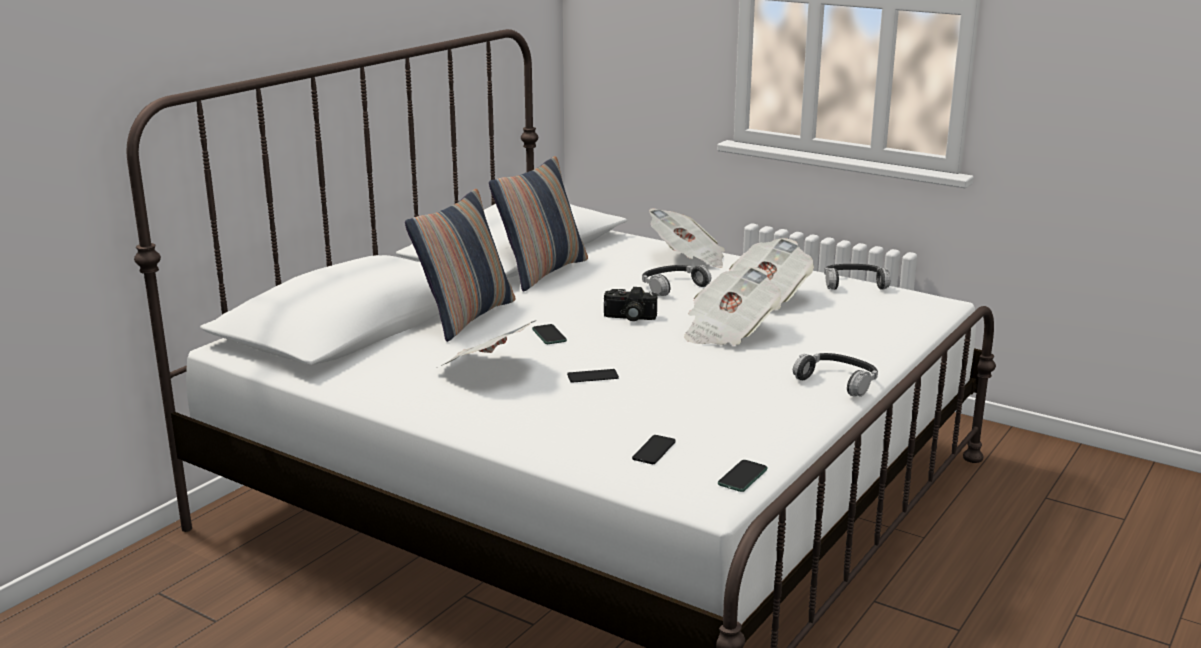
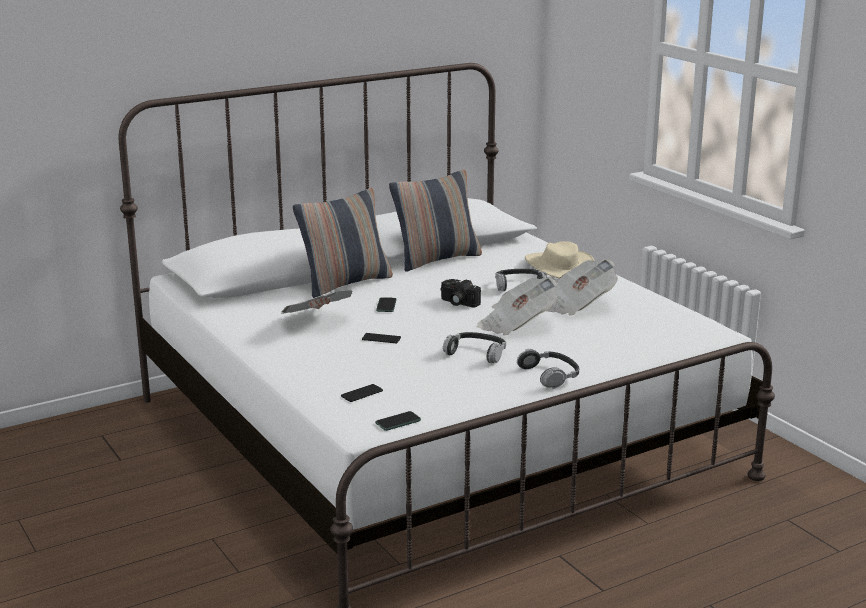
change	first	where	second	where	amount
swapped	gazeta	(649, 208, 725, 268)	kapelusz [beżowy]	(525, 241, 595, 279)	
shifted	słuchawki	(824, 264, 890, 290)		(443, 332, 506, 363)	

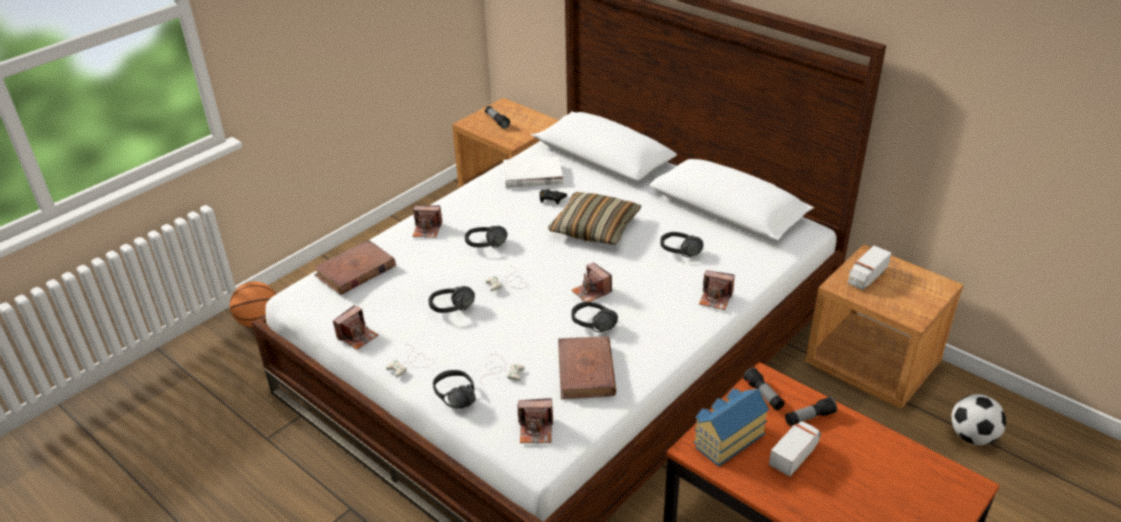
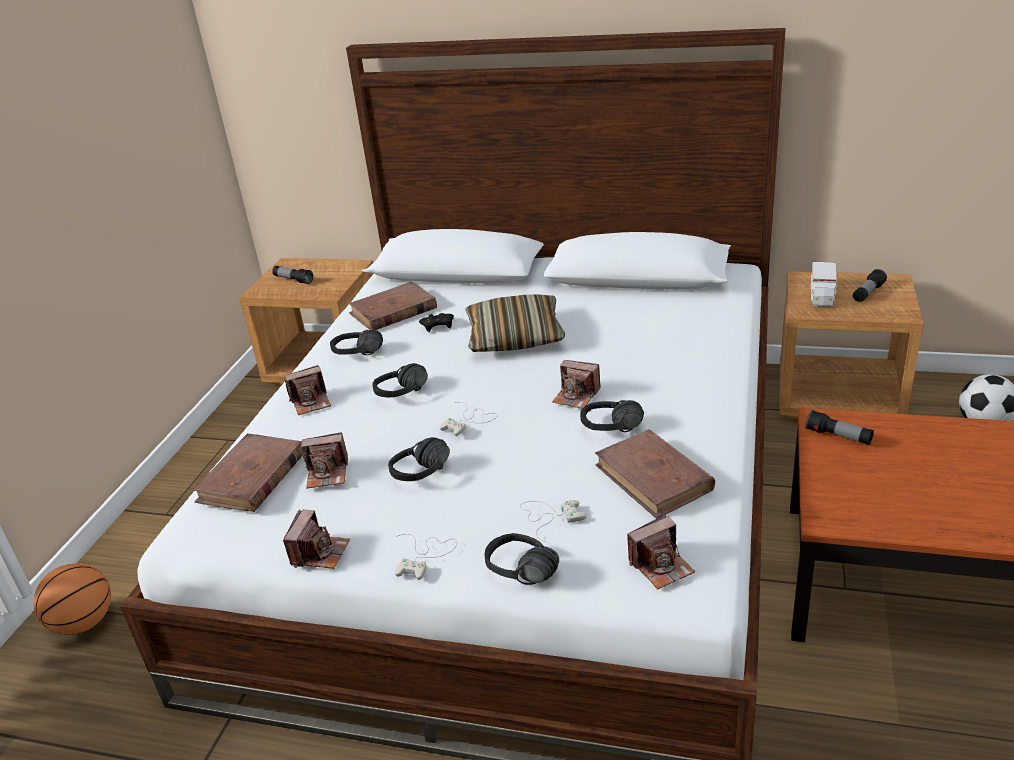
change	first	where	second	where	amount
repainted	książka [biały]	(503, 156, 563, 188)	książka [brązowy]	(349, 282, 437, 330)	
shifted	słuchawki [czarny]	(660, 232, 704, 257)		(330, 330, 383, 355)	
gone	domek	(694, 389, 769, 466)			
shifted	aparat fotograficzny	(699, 270, 735, 310)		(301, 432, 348, 488)	
gone	ciężarówka zabawkowa	(769, 422, 821, 477)			
shifted	latarka	(785, 397, 837, 426)		(853, 269, 887, 302)	

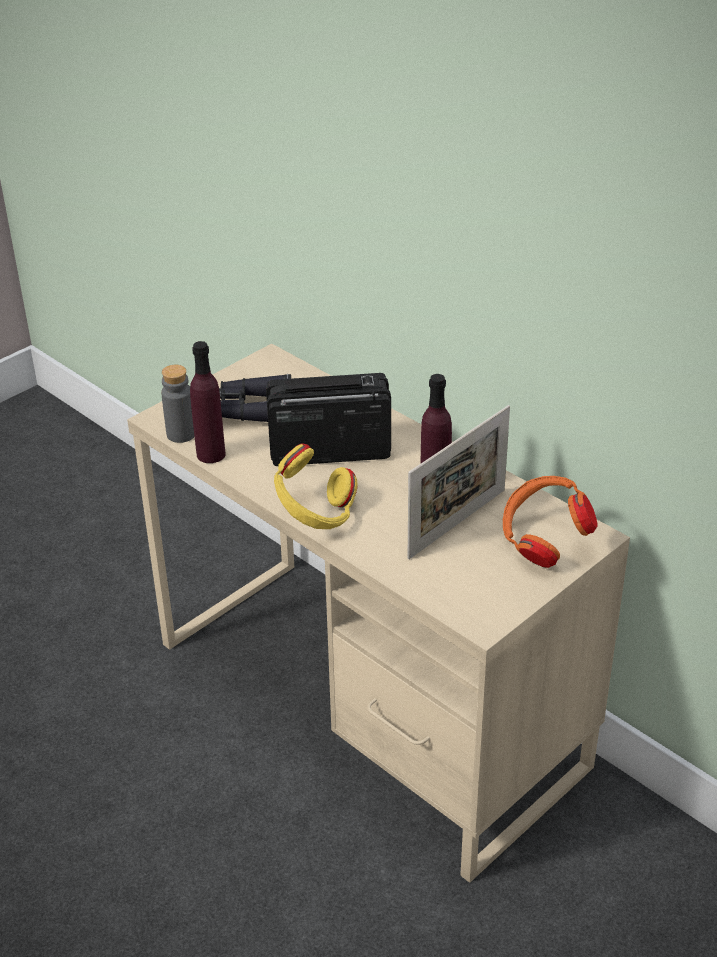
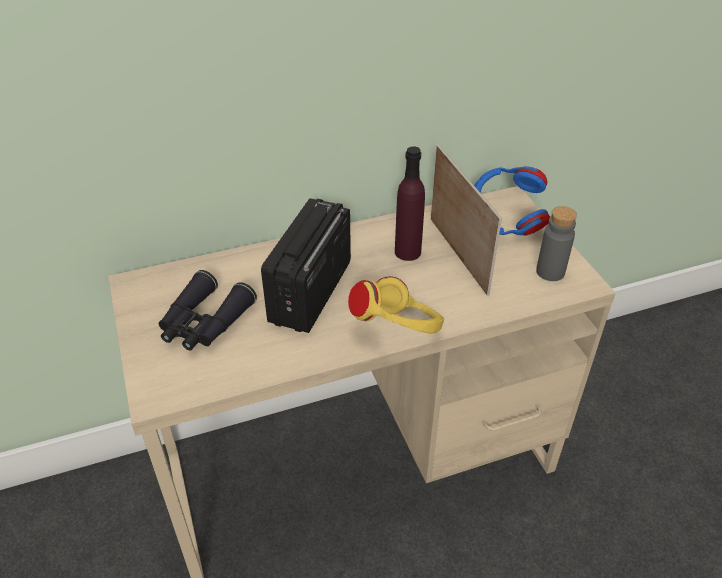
change	first	where	second	where	amount
shifted	butelka [szary]	(161, 365, 194, 443)		(536, 206, 577, 281)	
gone	butelka [fioletowy]	(190, 341, 226, 463)			
repainted	słuchawki [pomarańczowy]	(503, 476, 598, 568)	słuchawki [niebieski]	(474, 166, 550, 236)	

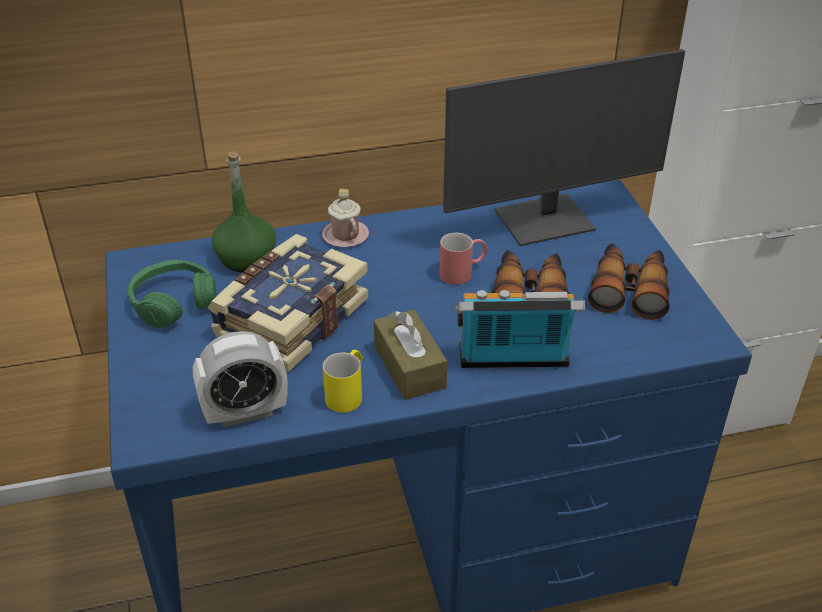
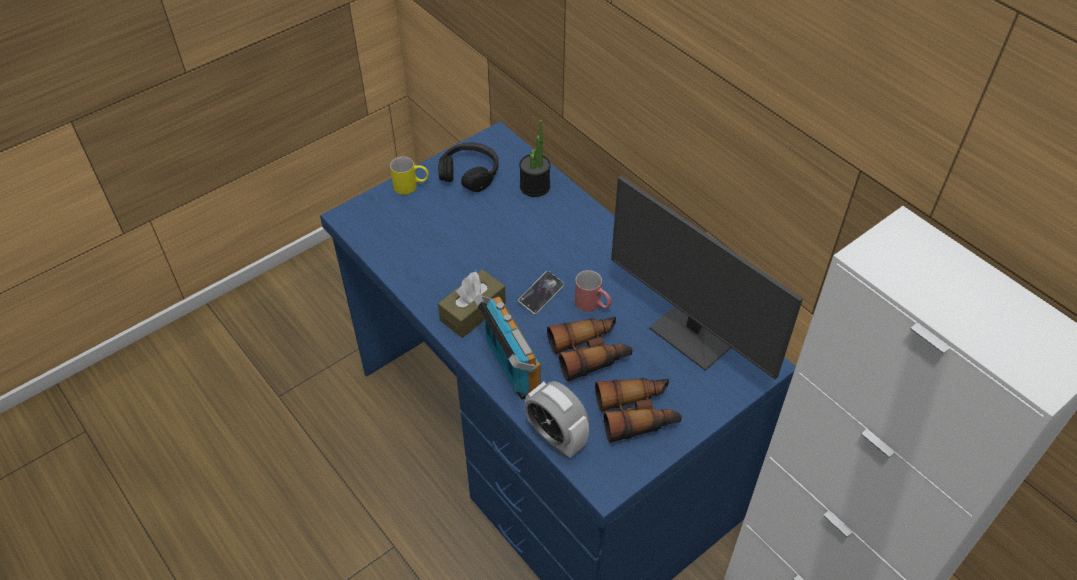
change	first	where	second	where	amount
repainted	słuchawki [zielony]	(128, 260, 217, 328)	słuchawki [czarny]	(438, 142, 499, 192)	
shifted	budzik	(193, 331, 288, 428)		(525, 381, 589, 458)	
gone	książka	(208, 234, 369, 372)			
swapped	butelka [zielony]	(211, 151, 276, 272)	roślina doniczkowa	(519, 120, 551, 197)	
gone	kubek [różowy]	(322, 188, 369, 247)			
shifted	kubek [żółty]	(323, 350, 363, 413)		(390, 156, 428, 195)	
new			telefon	(518, 271, 564, 314)	

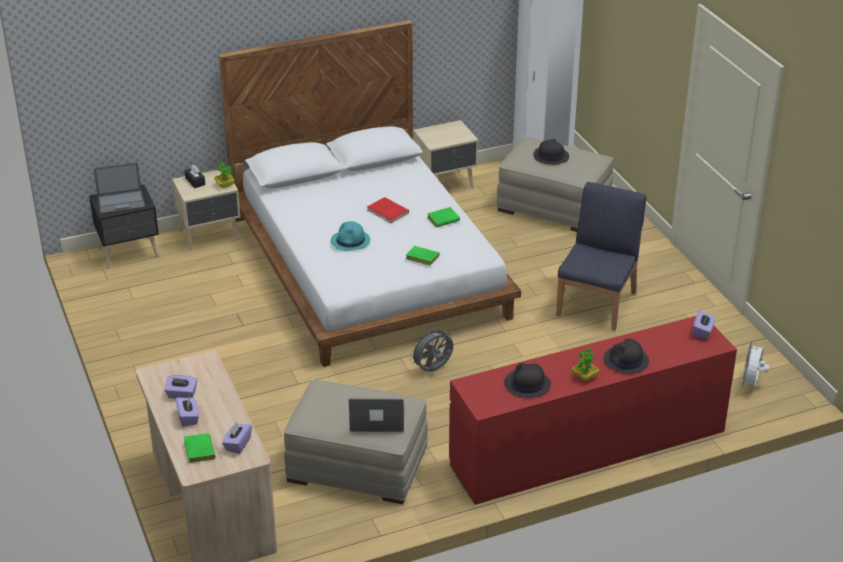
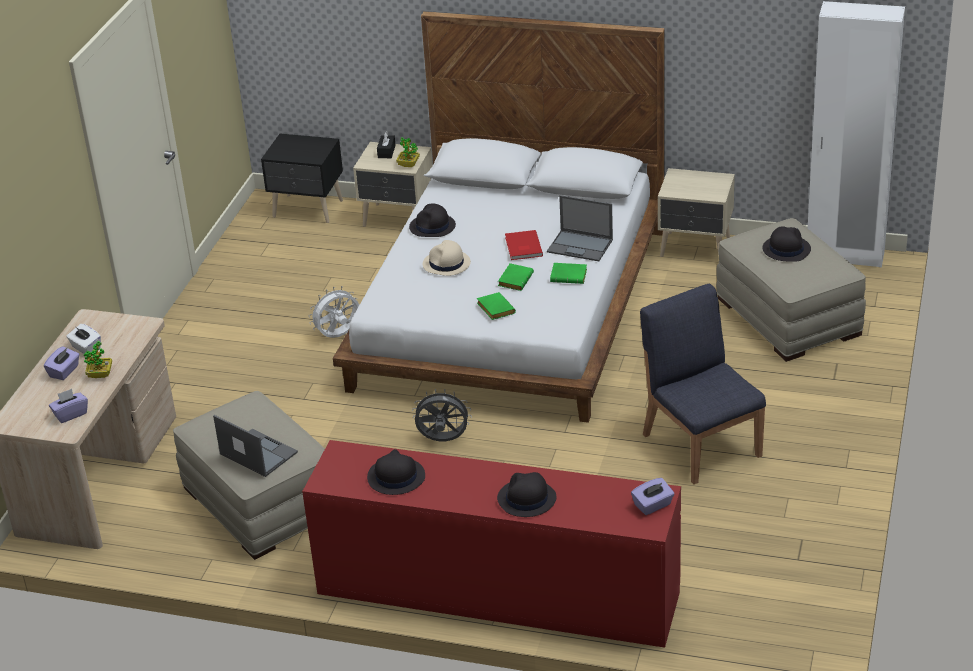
change	first	where	second	where	amount
shifted	laptop	(93, 162, 145, 214)		(547, 195, 613, 261)	
repainted	pudełko chusteczek [fioletowy]	(164, 375, 197, 399)	pudełko chusteczek [biały]	(66, 324, 101, 354)	
shifted	książka [zielony]	(184, 433, 215, 463)		(498, 263, 534, 291)	
repainted	kapelusz [turkusowy]	(331, 221, 370, 251)	kapelusz [beżowy]	(423, 240, 471, 276)	
rotated	krzesło [niebieski]	(556, 182, 646, 331)		(640, 284, 766, 484)	90 degrees counterclockwise
shifted	roślina doniczkowa	(572, 347, 599, 381)		(84, 341, 112, 378)	
shifted	wentylator [biały]	(742, 341, 770, 388)		(309, 286, 359, 338)	
new			kapelusz [czarny]	(409, 204, 456, 237)	

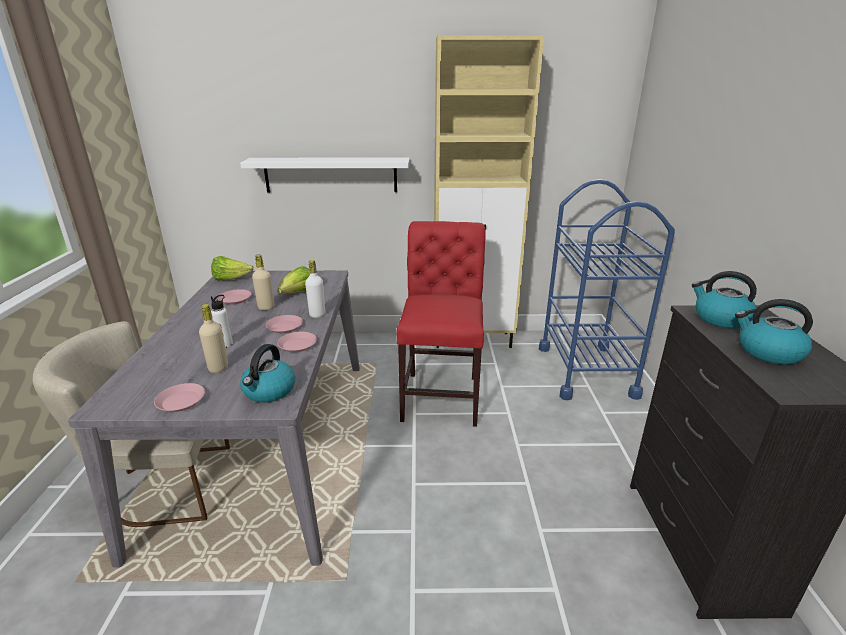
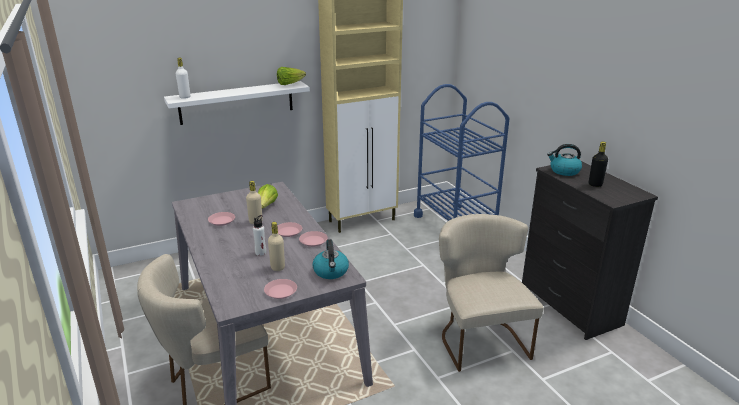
change	first	where	second	where	amount
shifted	sałata	(211, 256, 254, 281)		(277, 67, 306, 85)	
shifted	butelka [biały]	(305, 260, 325, 318)		(176, 58, 190, 99)	
gone	krzesło [czerwony]	(396, 221, 486, 427)			
swapped	czajnik	(735, 299, 813, 365)	butelka [czarny]	(589, 142, 608, 187)	
new			krzesło [beżowy]	(439, 214, 544, 372)	

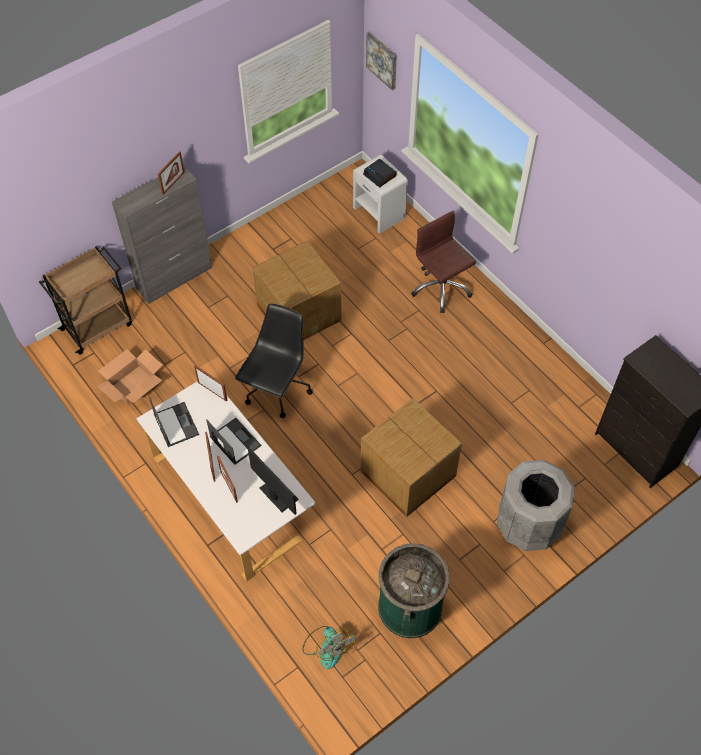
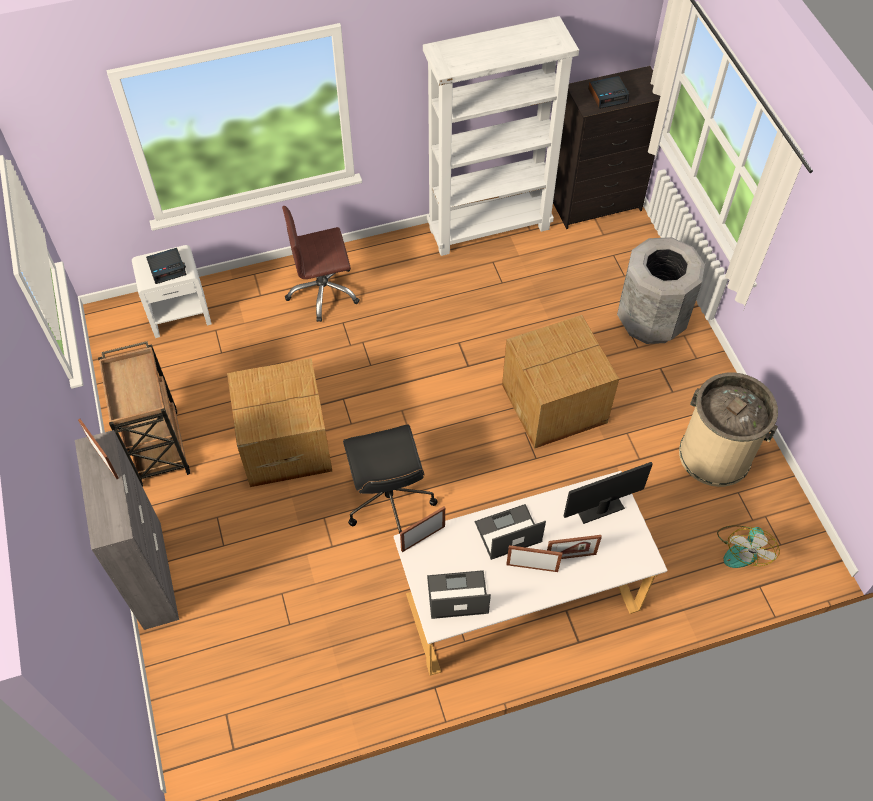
change	first	where	second	where	amount
shifted	wózek [brązowy]	(39, 246, 132, 354)		(98, 341, 190, 487)	
gone	karton	(98, 349, 162, 405)			
rotated	krzesło biurowe [czarny]	(235, 303, 313, 418)		(343, 425, 438, 534)	150 degrees counterclockwise
rotated	wentylator	(302, 626, 355, 669)		(717, 525, 780, 568)	120 degrees clockwise
gone	obraz	(366, 31, 397, 90)			
repainted	kosz na śmieci [zielony]	(378, 543, 450, 638)	kosz na śmieci [beżowy]	(679, 372, 778, 487)	
new			regał [biały]	(423, 16, 579, 256)	
new			budzik	(588, 76, 629, 109)	

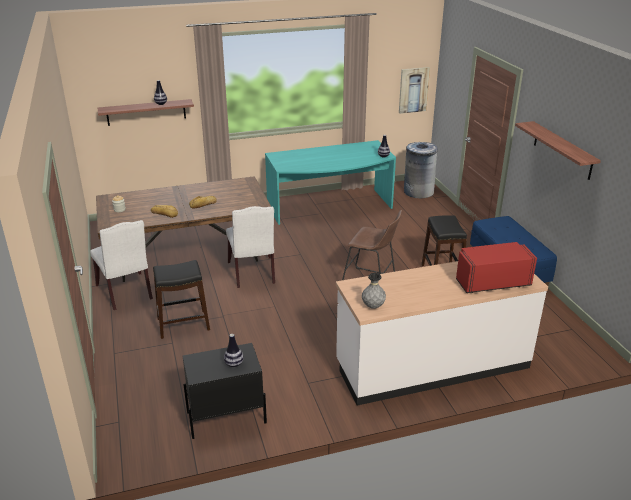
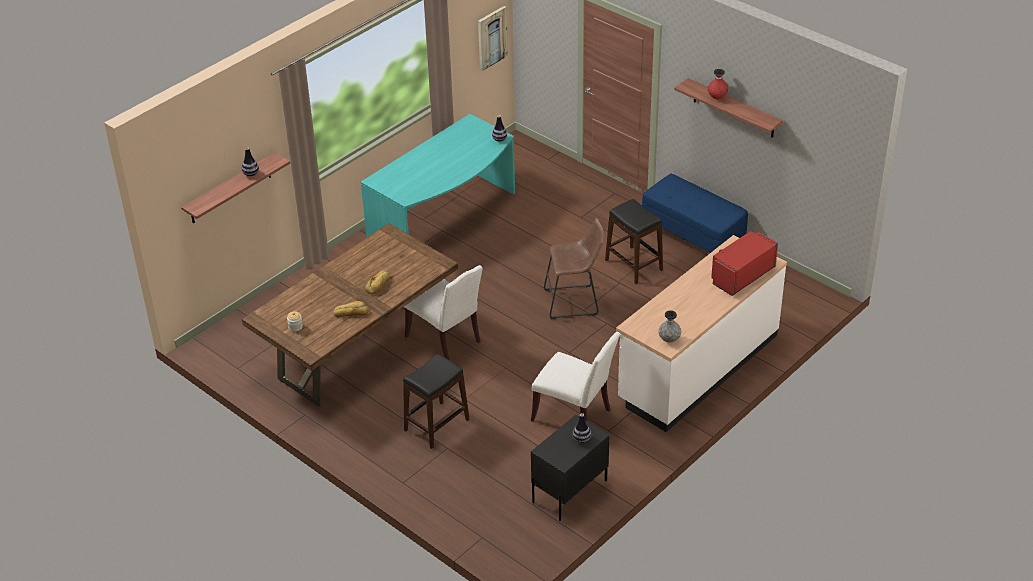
change	first	where	second	where	amount
shifted	krzesło [biały]	(90, 220, 153, 310)		(531, 332, 620, 422)	
gone	kosz na śmieci [szary]	(404, 142, 438, 198)			
new			wazon [czerwony]	(708, 69, 728, 99)	

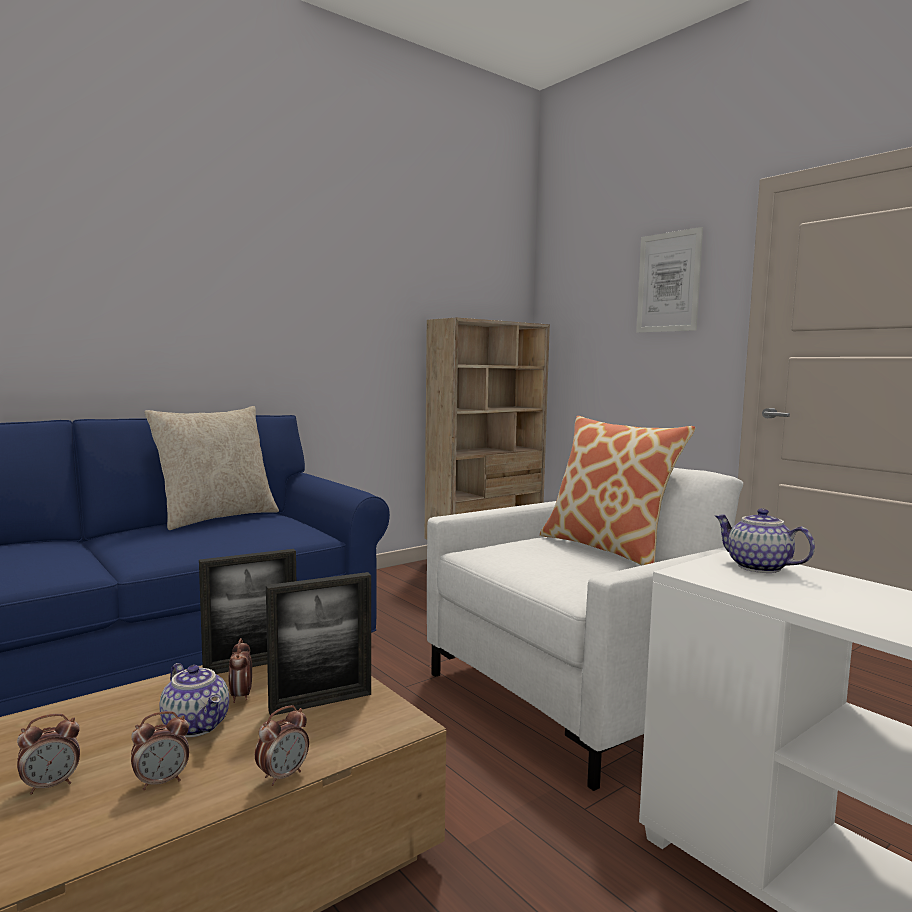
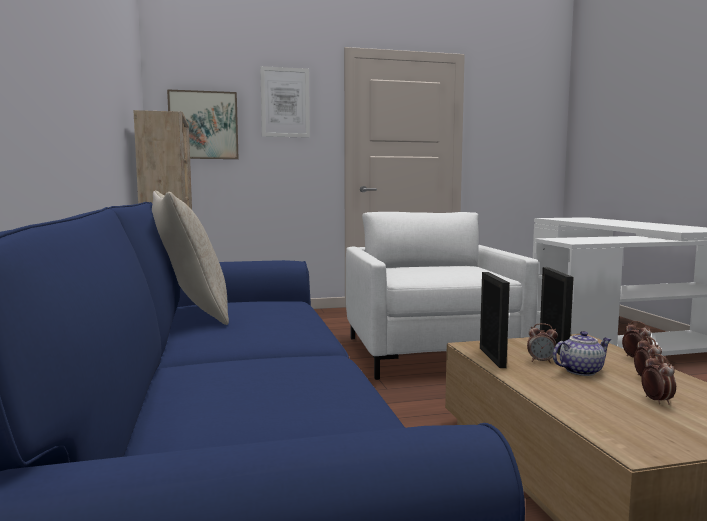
change	first	where	second	where	amount
gone	poduszka	(540, 416, 695, 565)			
gone	imbryk	(715, 508, 815, 573)			
new			obraz	(167, 89, 239, 159)	

